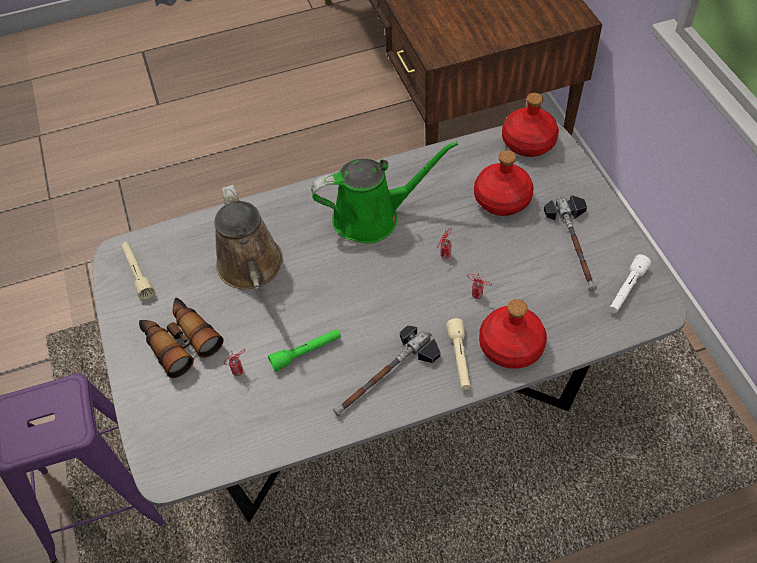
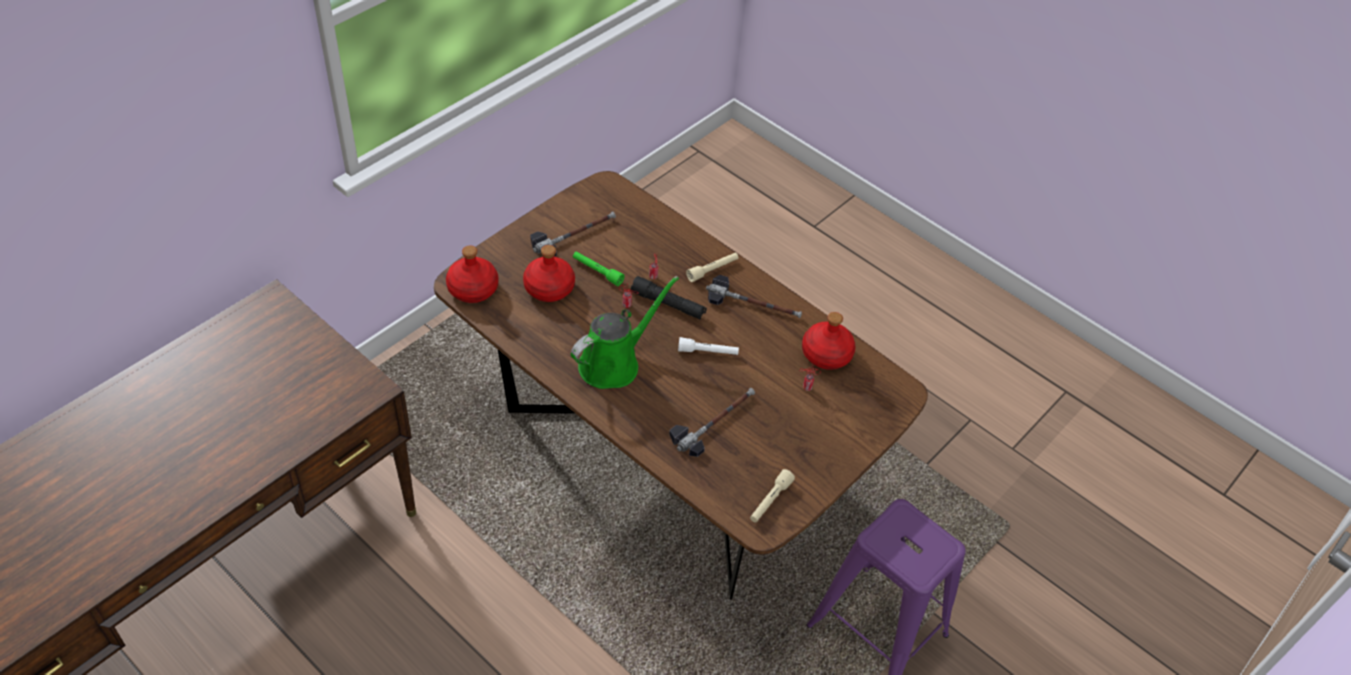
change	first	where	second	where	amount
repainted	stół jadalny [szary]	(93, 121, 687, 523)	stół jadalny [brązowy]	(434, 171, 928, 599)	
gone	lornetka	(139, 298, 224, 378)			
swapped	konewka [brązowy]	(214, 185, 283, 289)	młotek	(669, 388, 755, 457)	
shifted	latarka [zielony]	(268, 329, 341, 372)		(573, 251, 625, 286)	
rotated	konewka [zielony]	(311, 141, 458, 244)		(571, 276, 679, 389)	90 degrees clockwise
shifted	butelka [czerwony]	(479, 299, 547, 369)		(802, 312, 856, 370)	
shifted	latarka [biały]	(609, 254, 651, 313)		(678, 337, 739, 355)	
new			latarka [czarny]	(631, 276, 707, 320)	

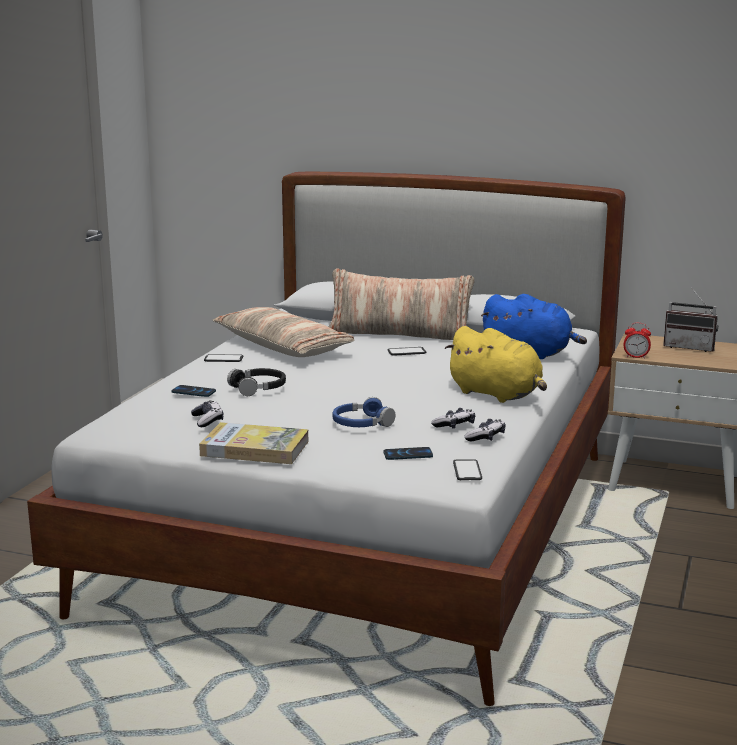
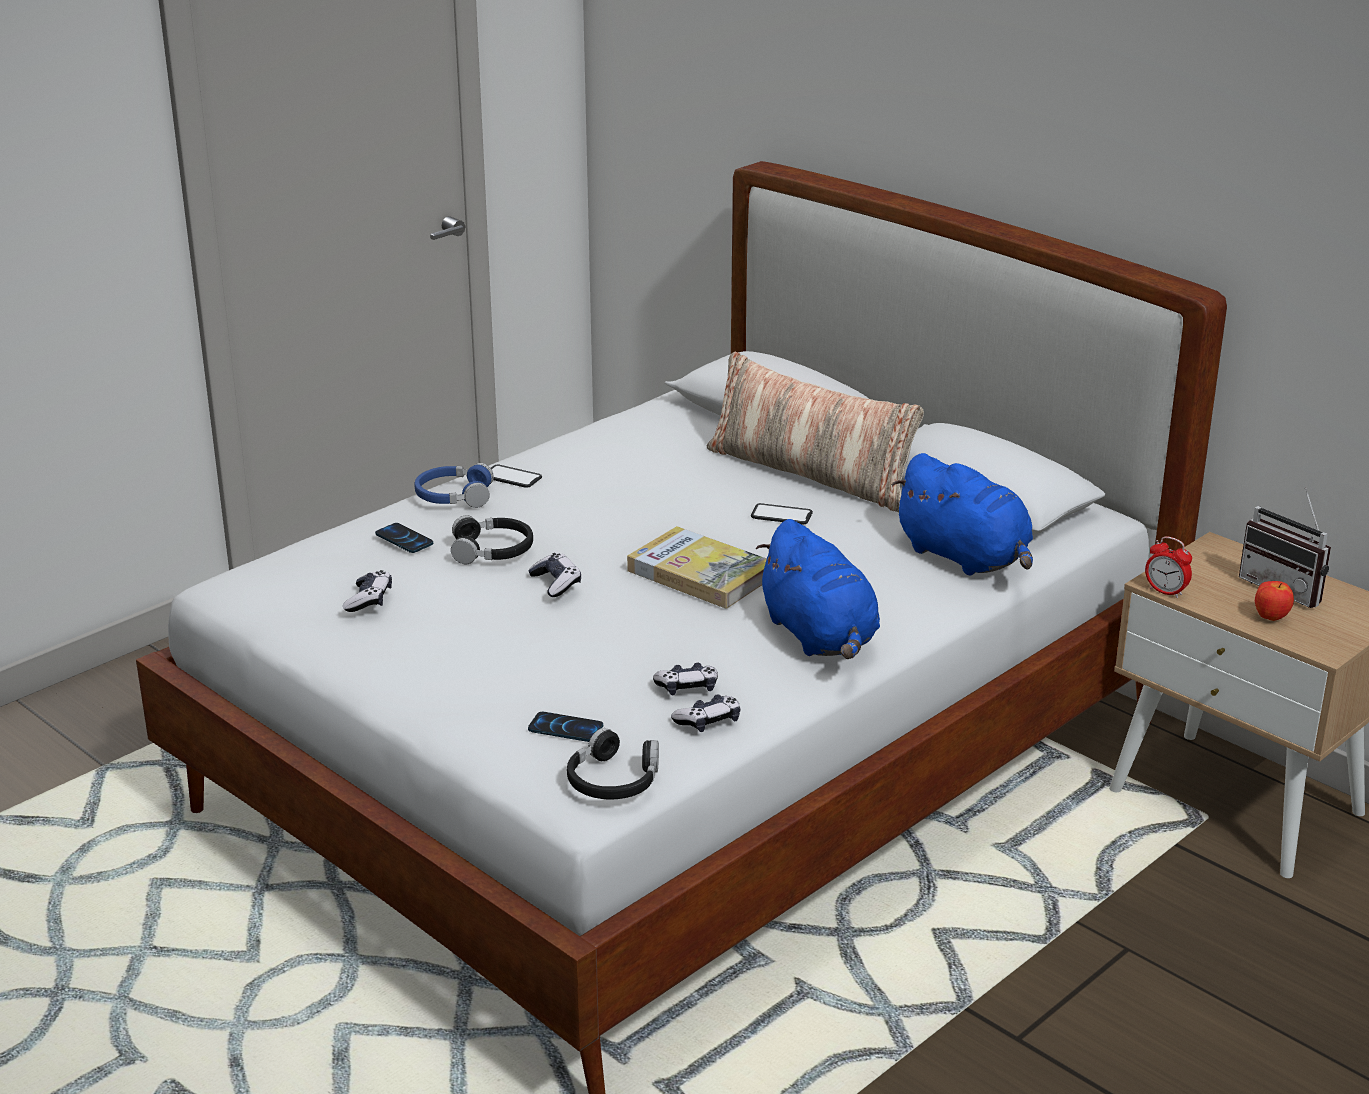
change	first	where	second	where	amount
shifted	książka	(199, 422, 309, 464)		(627, 526, 767, 608)	
gone	poduszka	(213, 307, 354, 357)			
shifted	słuchawki [niebieski]	(332, 397, 395, 427)		(415, 463, 494, 508)	
repainted	pluszak [żółty]	(444, 326, 547, 403)	pluszak [niebieski]	(756, 519, 880, 659)	
swapped	telefon	(453, 459, 482, 480)	słuchawki [czarny]	(567, 728, 659, 799)	
new			pad do gier	(528, 553, 581, 597)	
new			jabłko	(1255, 581, 1294, 621)	

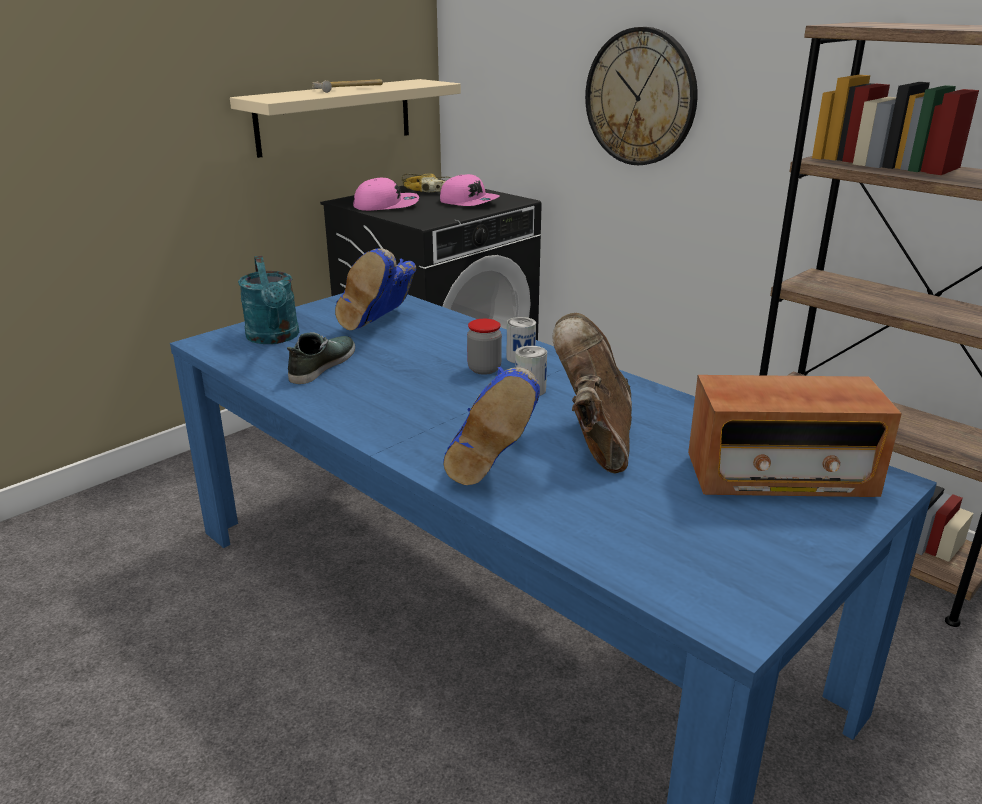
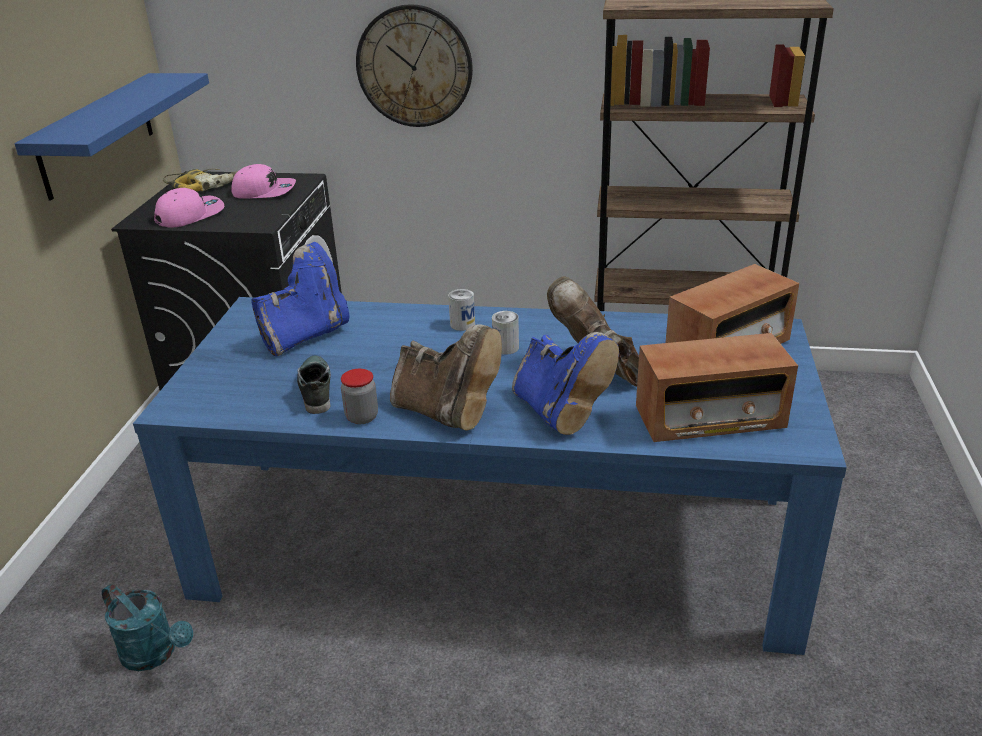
change	first	where	second	where	amount
repainted	półka [beżowy]	(230, 79, 461, 158)	półka [niebieski]	(14, 73, 209, 200)	
shifted	konewka [turkusowy]	(238, 256, 299, 344)		(102, 584, 193, 671)	
gone	młotek	(312, 79, 383, 93)			
rotated	but z cholewką [niebieski]	(335, 248, 416, 330)		(251, 242, 349, 356)	120 degrees counterclockwise
shifted	słoik	(467, 319, 502, 375)		(341, 369, 378, 424)	
new			but z cholewką [brązowy]	(390, 324, 502, 431)	
new			radio	(636, 333, 798, 442)	

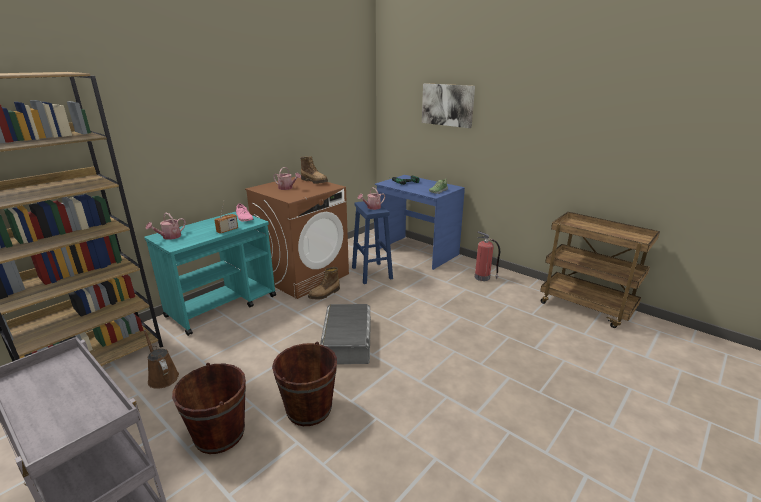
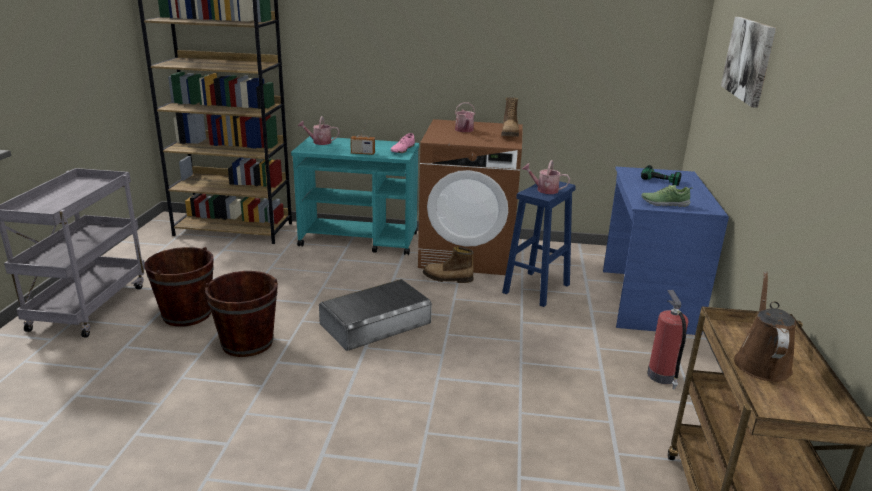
change	first	where	second	where	amount
shifted	konewka [brązowy]	(144, 330, 179, 389)		(734, 272, 796, 382)	

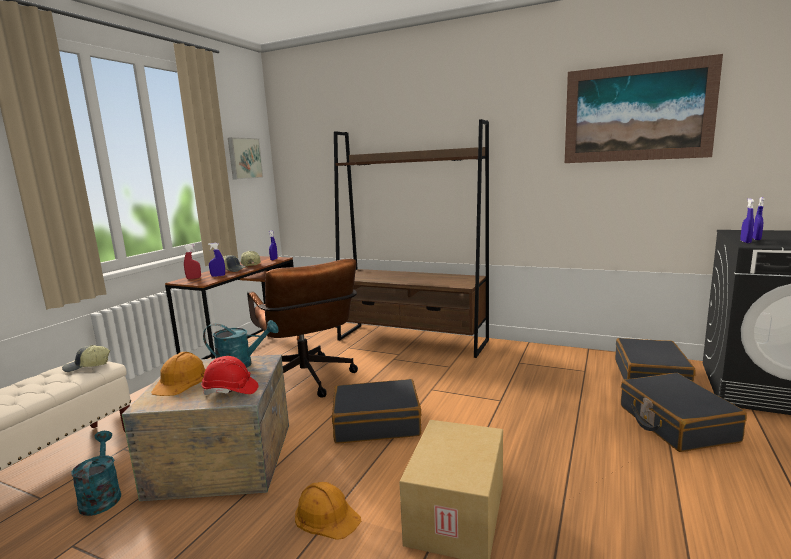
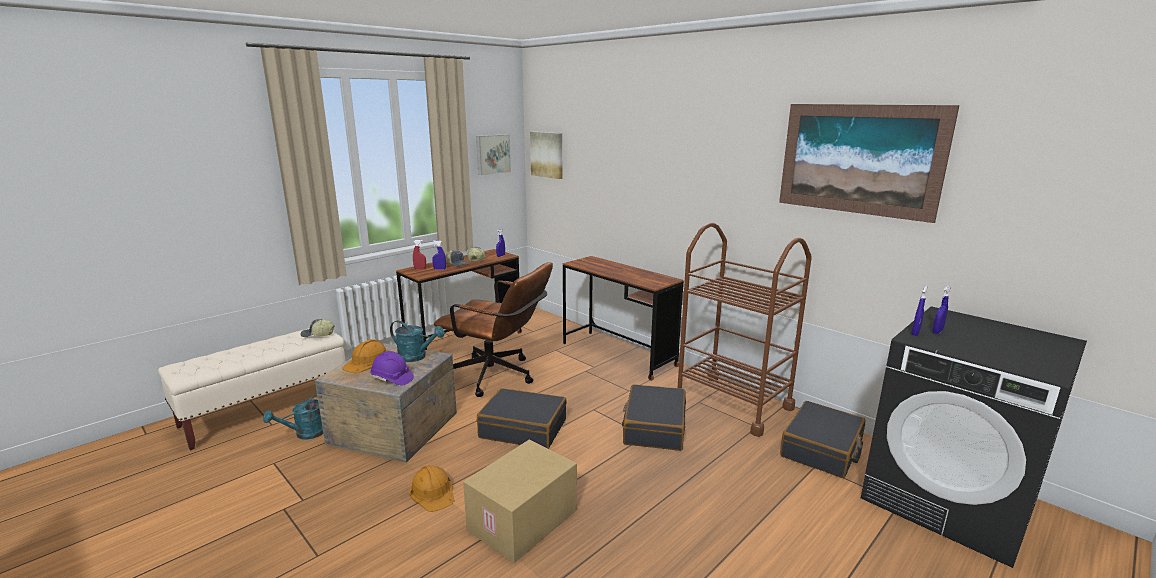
change	first	where	second	where	amount
rotated	konewka [turkusowy]	(71, 431, 121, 516)		(263, 394, 323, 440)	135 degrees counterclockwise
repainted	kask [czerwony]	(201, 356, 259, 395)	kask [fioletowy]	(370, 351, 414, 385)	
rotated	krzesło biurowe [brązowy]	(247, 259, 358, 398)		(434, 262, 553, 397)	60 degrees counterclockwise
swapped	regał [brązowy]	(334, 119, 489, 358)	biurko [brązowy]	(563, 256, 684, 381)	
shifted	walizka [czarny]	(621, 373, 747, 452)		(622, 384, 686, 451)	
new			obraz	(530, 132, 562, 179)	
new			wózek [brązowy]	(678, 223, 812, 437)	

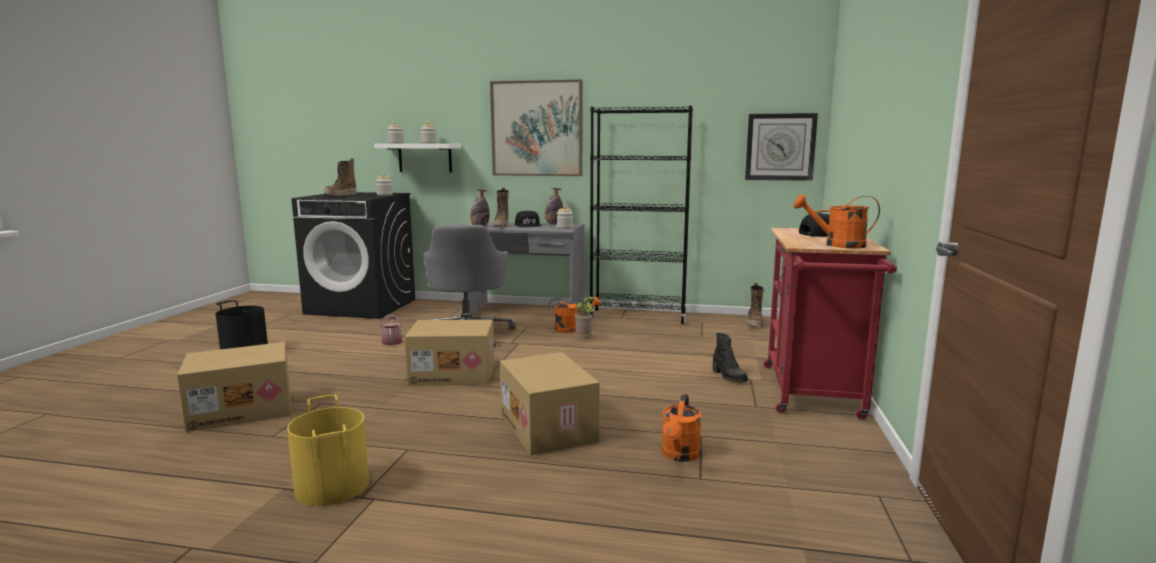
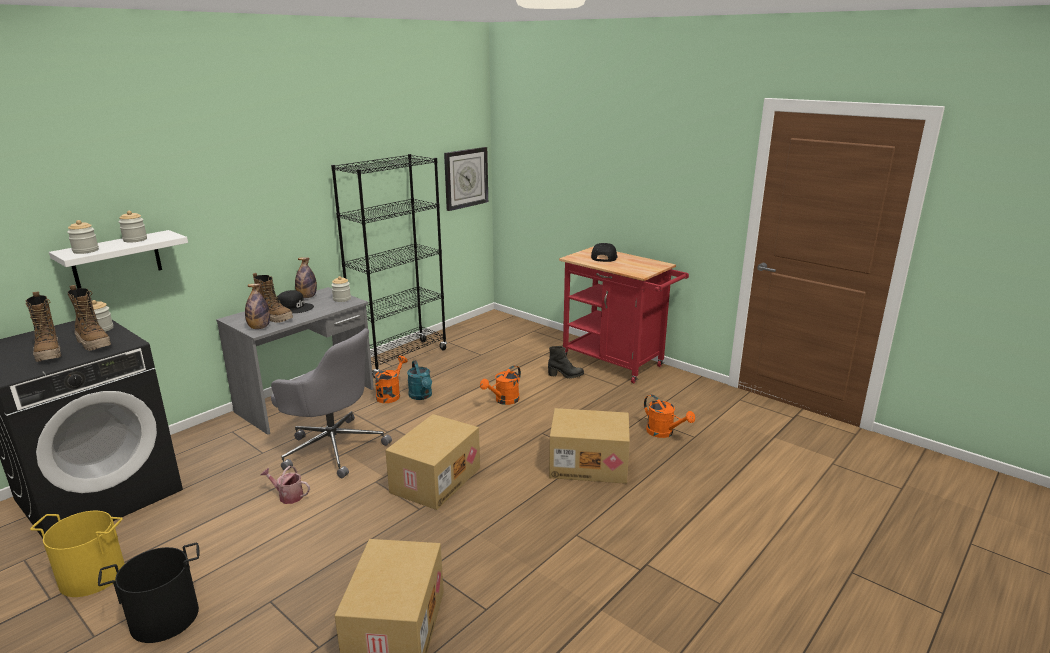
change	first	where	second	where	amount
shifted	wiadro [żółty]	(287, 394, 369, 506)		(30, 511, 125, 597)	
gone	obraz	(490, 80, 582, 176)			
swapped	roślina doniczkowa	(575, 297, 594, 335)	konewka [turkusowy]	(407, 360, 432, 400)	
shifted	but z cholewką	(747, 283, 765, 327)		(68, 285, 111, 351)	
shifted	konewka [pomarańczowy]	(794, 194, 880, 248)		(480, 365, 521, 405)	

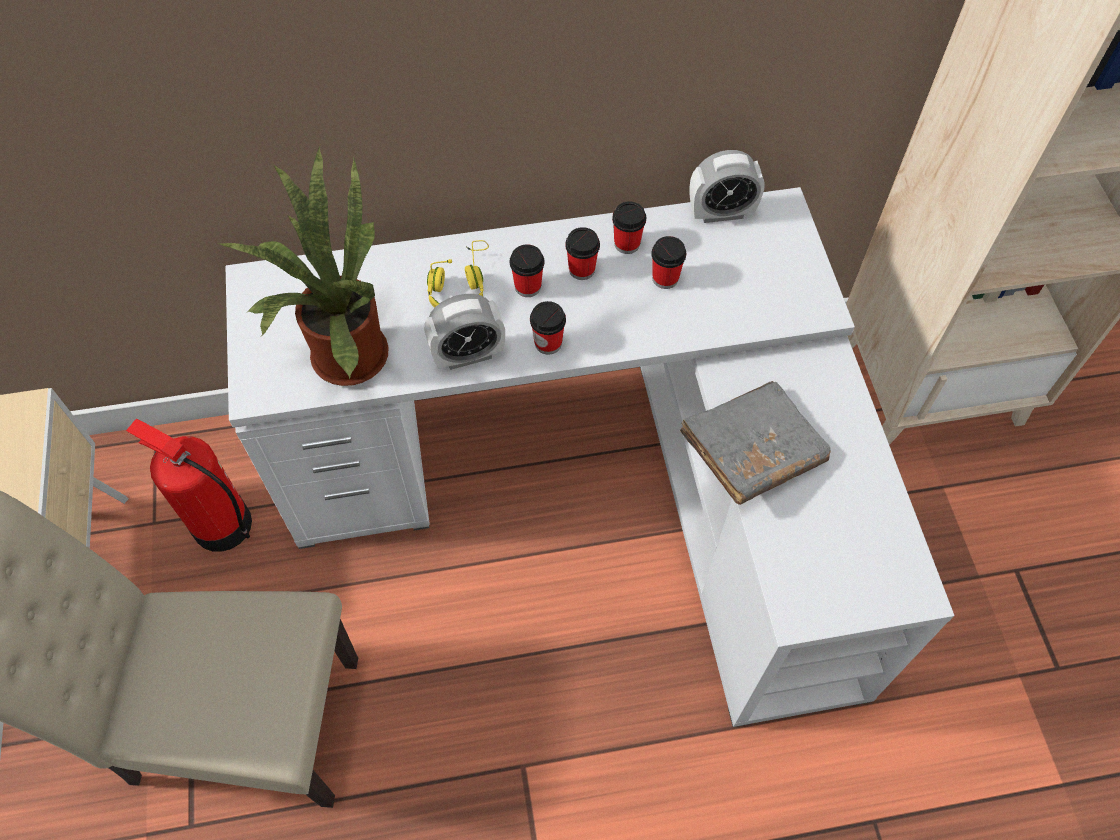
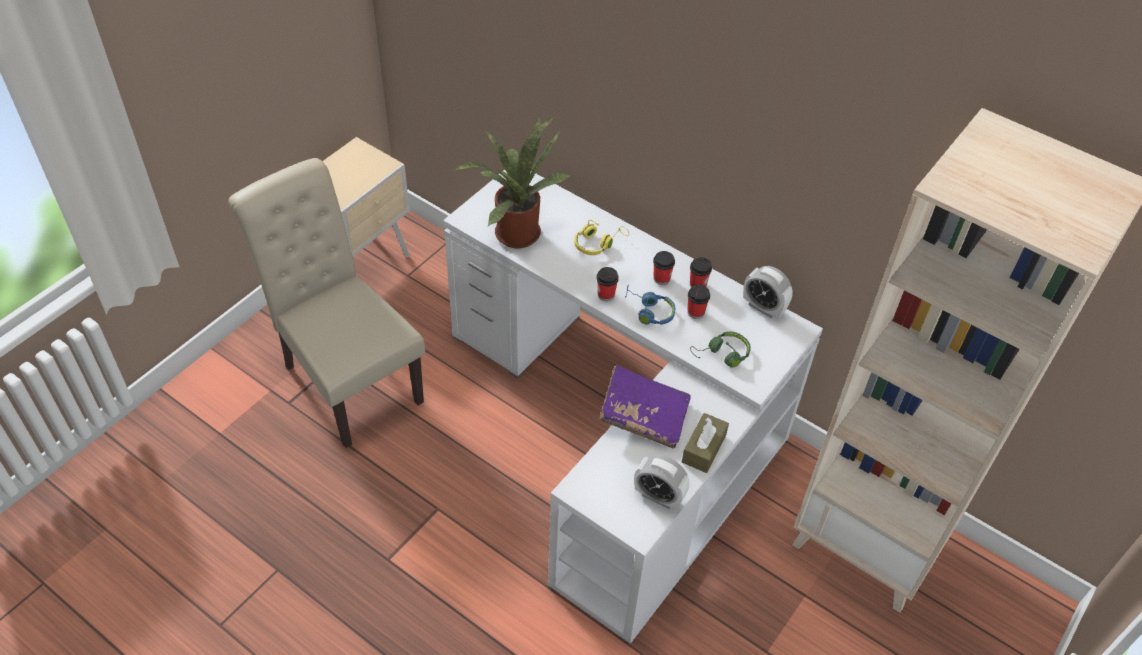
change	first	where	second	where	amount
gone	gaśnica	(126, 418, 252, 552)			
shifted	budzik	(424, 294, 505, 370)		(634, 455, 690, 509)	
gone	filiżanka	(510, 244, 544, 297)			
repainted	książka [szary]	(680, 381, 831, 505)	książka [fioletowy]	(599, 365, 691, 449)	
new			słuchawki [niebieski]	(625, 286, 675, 325)	
new			pudełko chusteczek [brązowy]	(682, 413, 729, 473)	
new			słuchawki [zielony]	(690, 332, 751, 368)	

